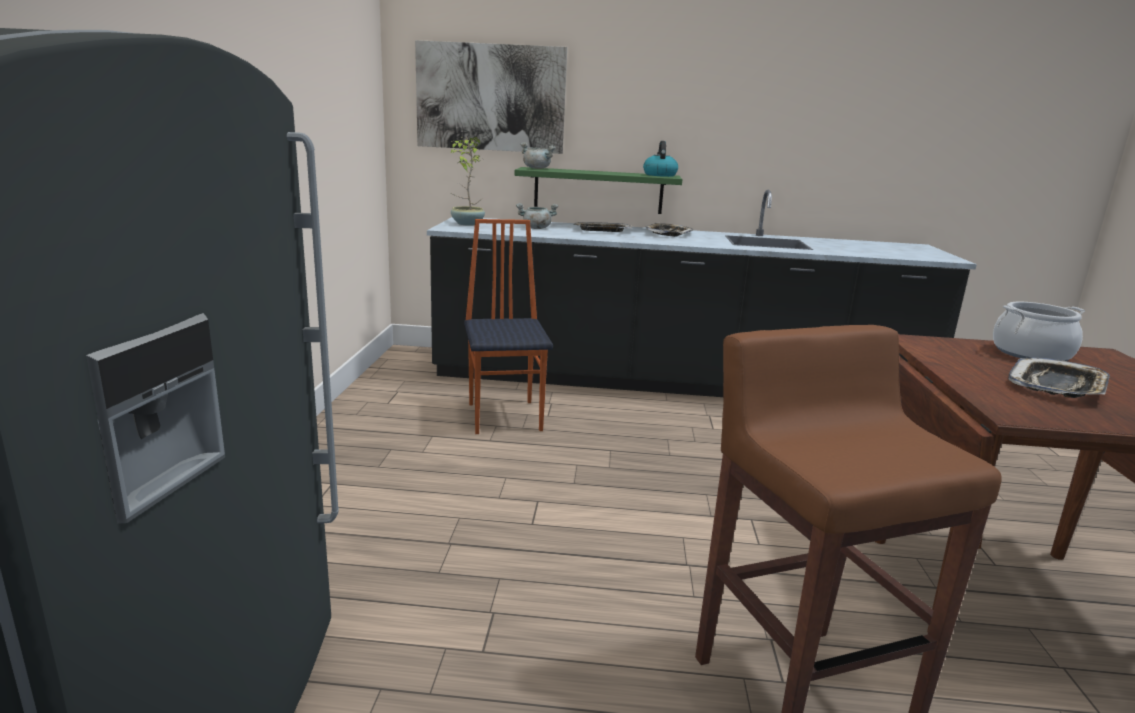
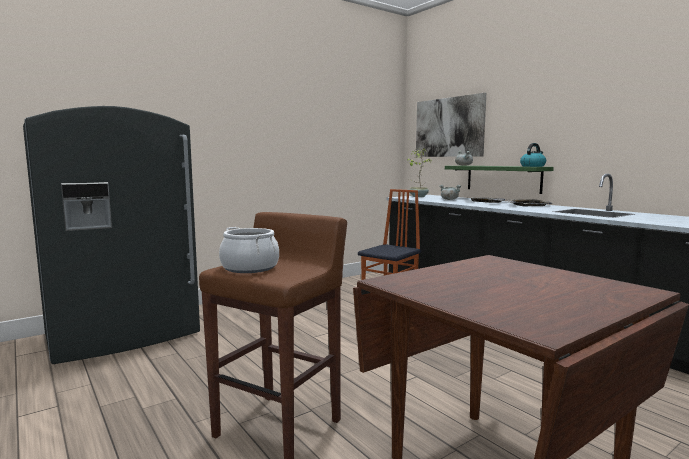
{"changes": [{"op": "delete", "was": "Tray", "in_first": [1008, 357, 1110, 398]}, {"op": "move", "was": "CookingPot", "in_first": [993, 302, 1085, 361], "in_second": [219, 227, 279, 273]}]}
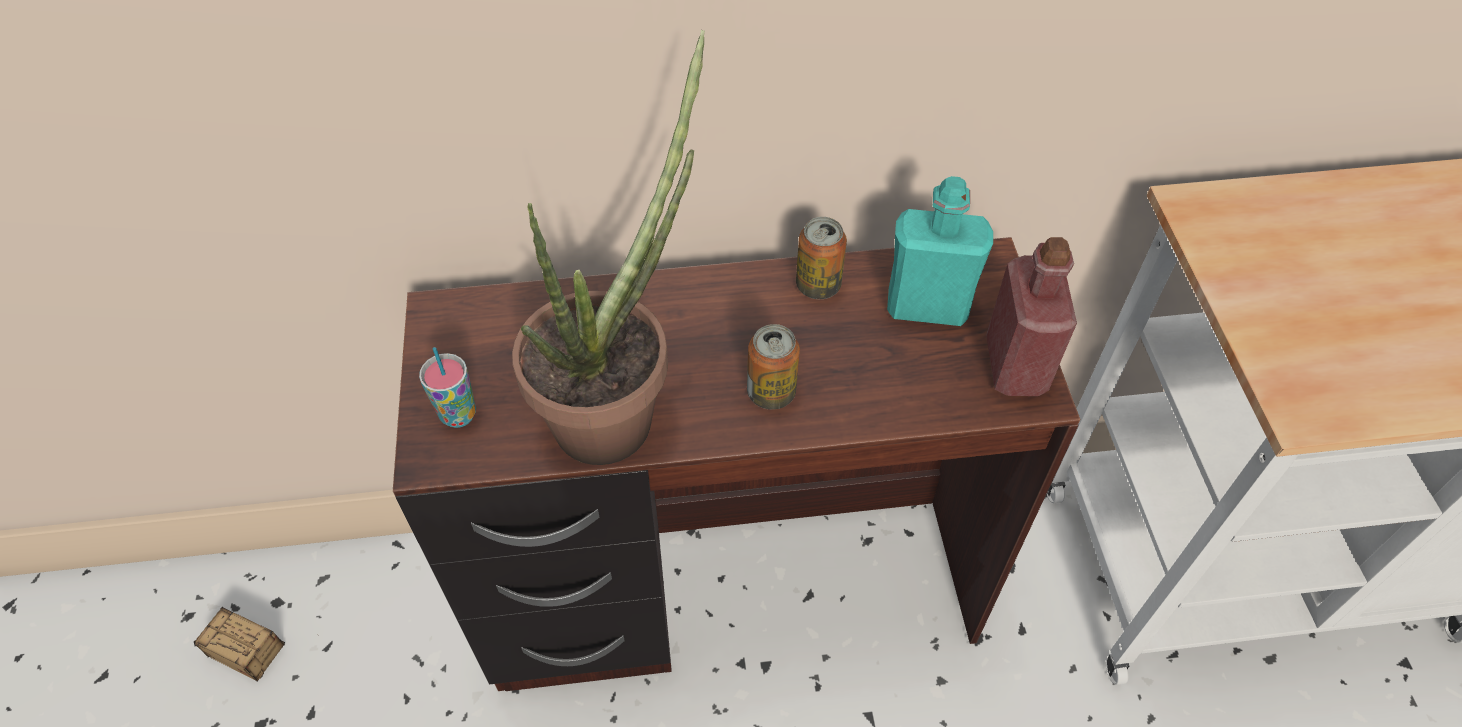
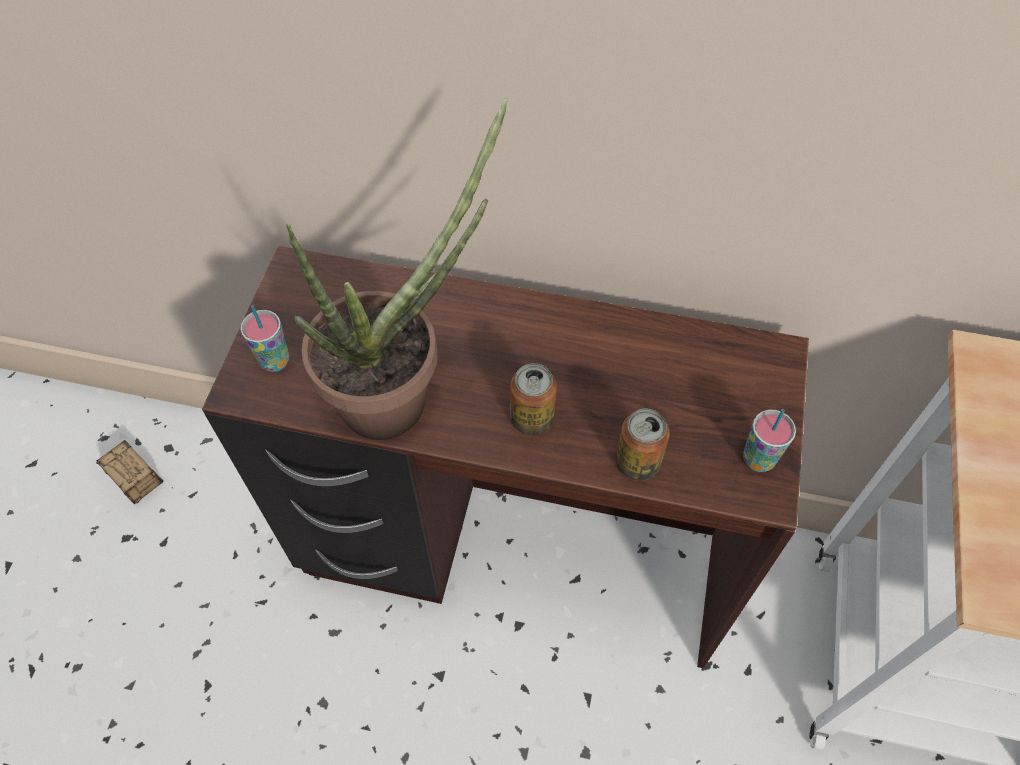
{"changes": [{"op": "delete", "was": "TurquoiseBottle", "in_first": [887, 176, 993, 326]}, {"op": "move", "was": "Can", "in_first": [796, 217, 847, 299], "in_second": [616, 408, 670, 481]}, {"op": "replace", "was": "RedBottle", "now": "Cup", "in_first": [986, 237, 1077, 396], "in_second": [743, 409, 796, 472]}]}
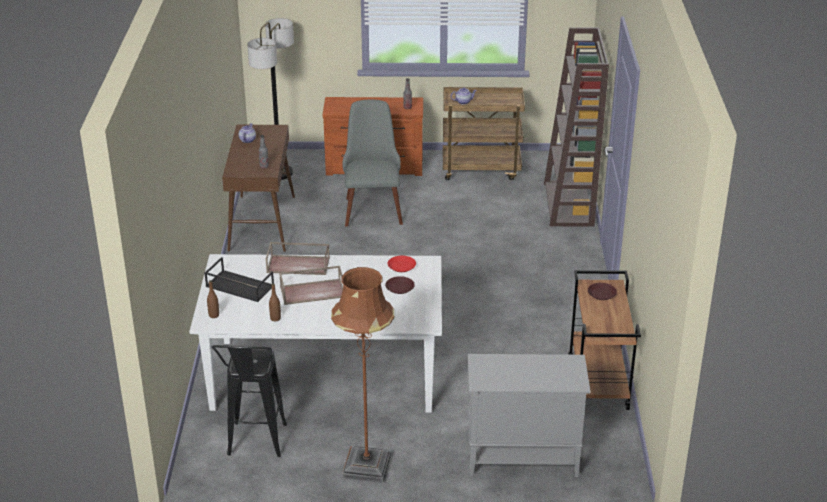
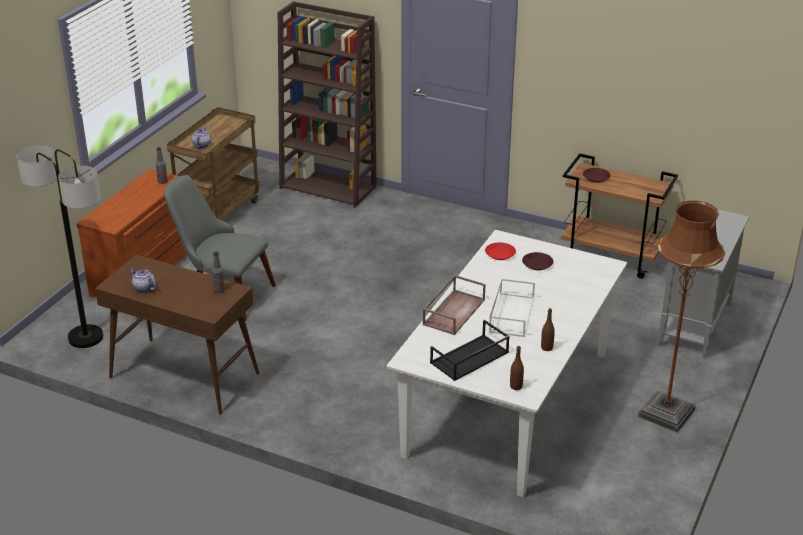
{"changes": [{"op": "delete", "was": "BlackStool", "in_first": [212, 345, 287, 457]}, {"op": "recolor", "was": "BrownTray", "now": "WhiteTray", "in_first": [279, 266, 343, 305], "in_second": [489, 278, 535, 337]}]}
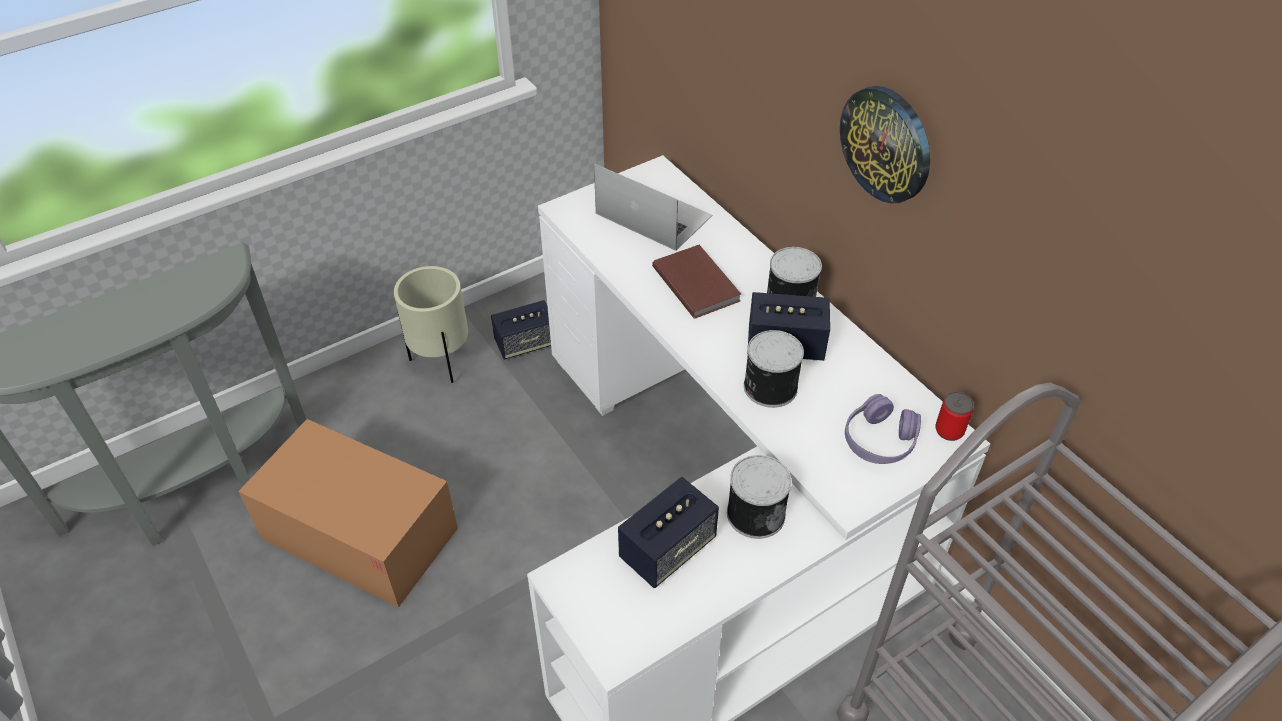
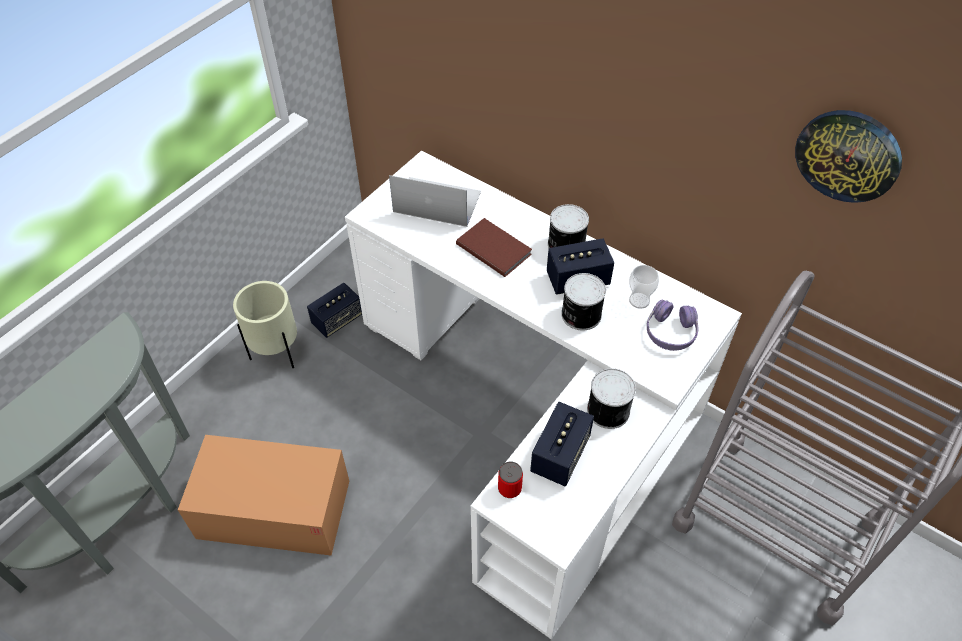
{"changes": [{"op": "insert", "now": "Cup", "in_second": [629, 265, 659, 309]}, {"op": "move", "was": "WallClock", "in_first": [840, 86, 930, 204], "in_second": [795, 110, 902, 203]}, {"op": "move", "was": "Can", "in_first": [935, 392, 974, 441], "in_second": [498, 462, 523, 498]}]}
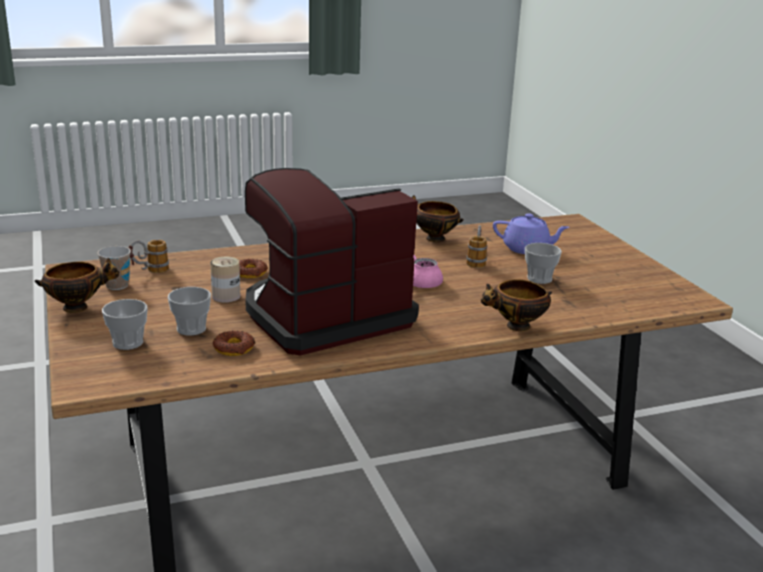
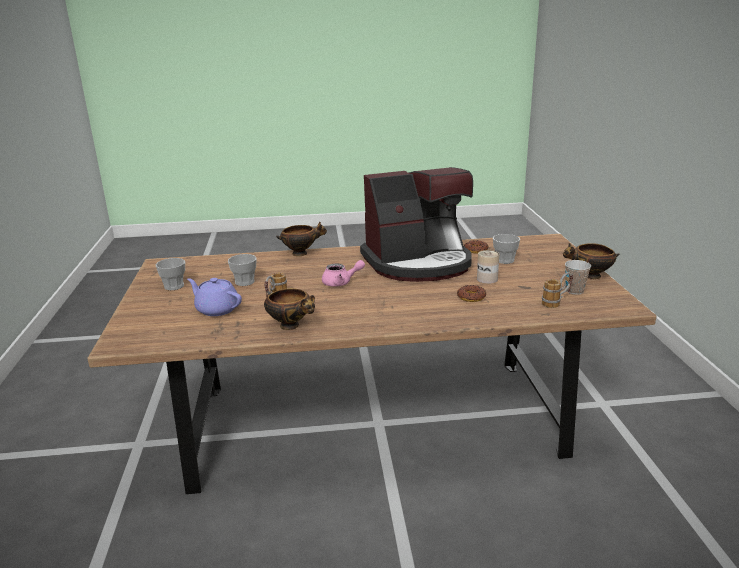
{"changes": [{"op": "move", "was": "Cup", "in_first": [102, 299, 148, 350], "in_second": [156, 258, 185, 290]}]}
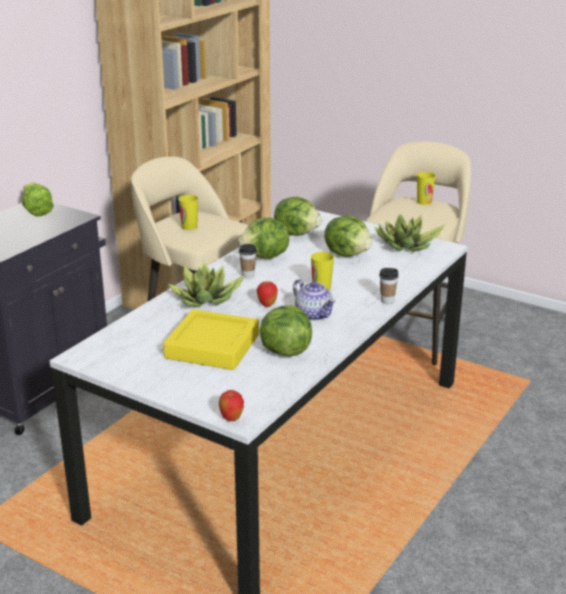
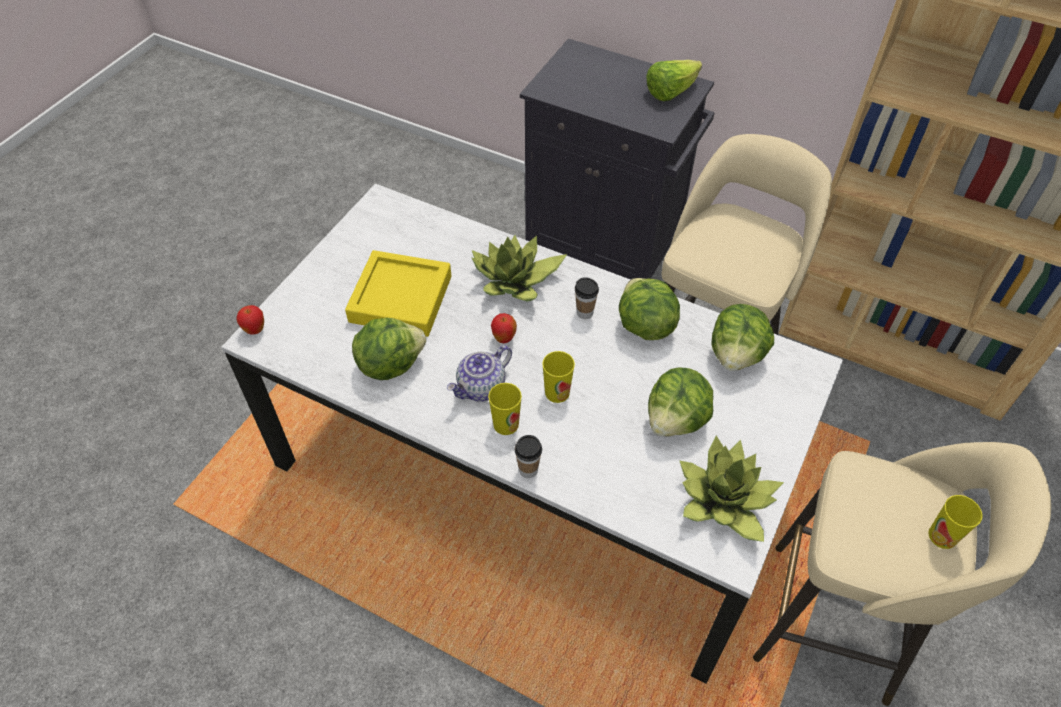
{"changes": [{"op": "move", "was": "Cup", "in_first": [178, 195, 198, 230], "in_second": [488, 383, 522, 435]}]}
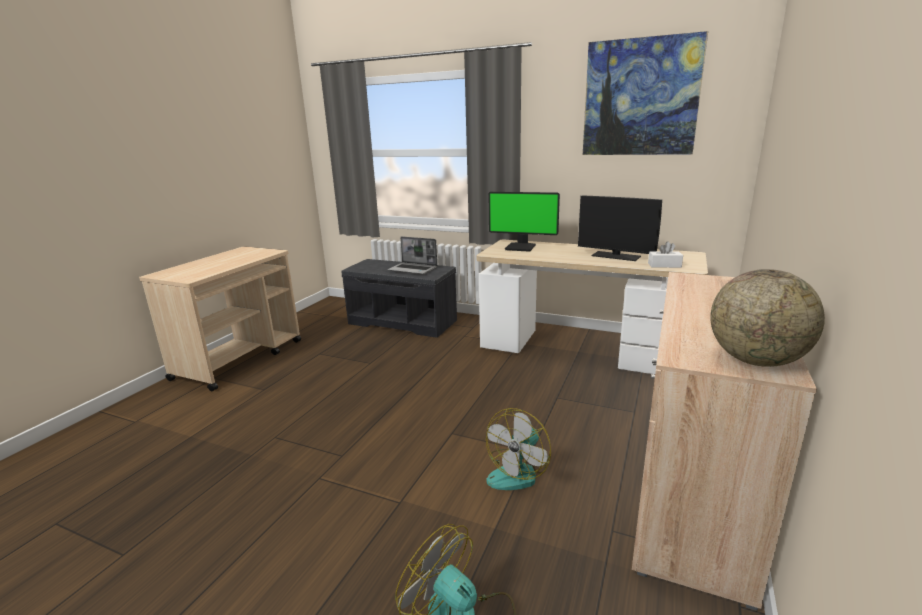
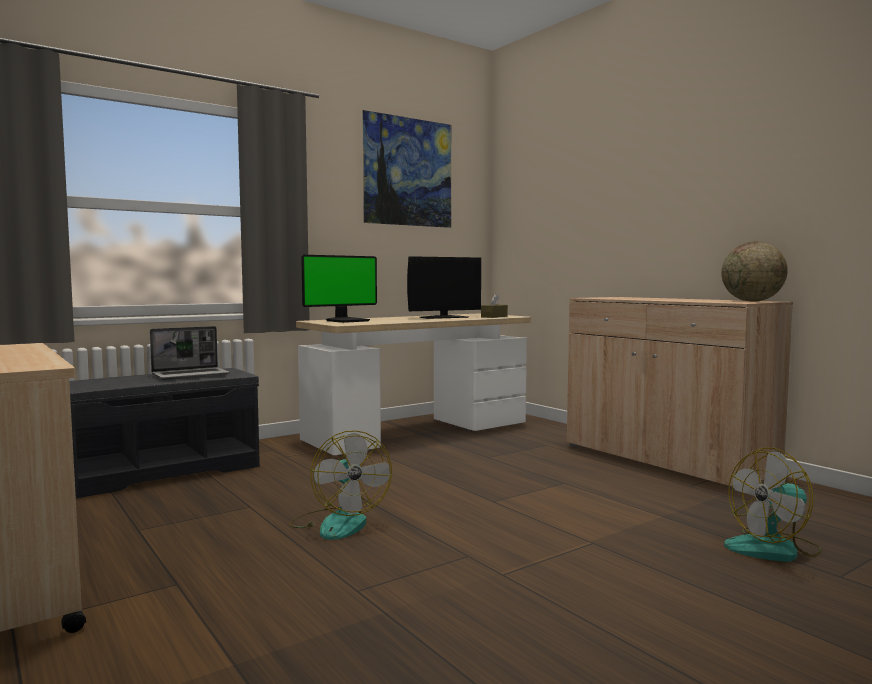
{"changes": [{"op": "move", "was": "Fan", "in_first": [486, 408, 551, 490], "in_second": [289, 430, 392, 540]}, {"op": "recolor", "was": "WhiteTissueBox", "now": "BrownTissueBox", "in_first": [648, 241, 683, 268], "in_second": [481, 294, 508, 318]}]}
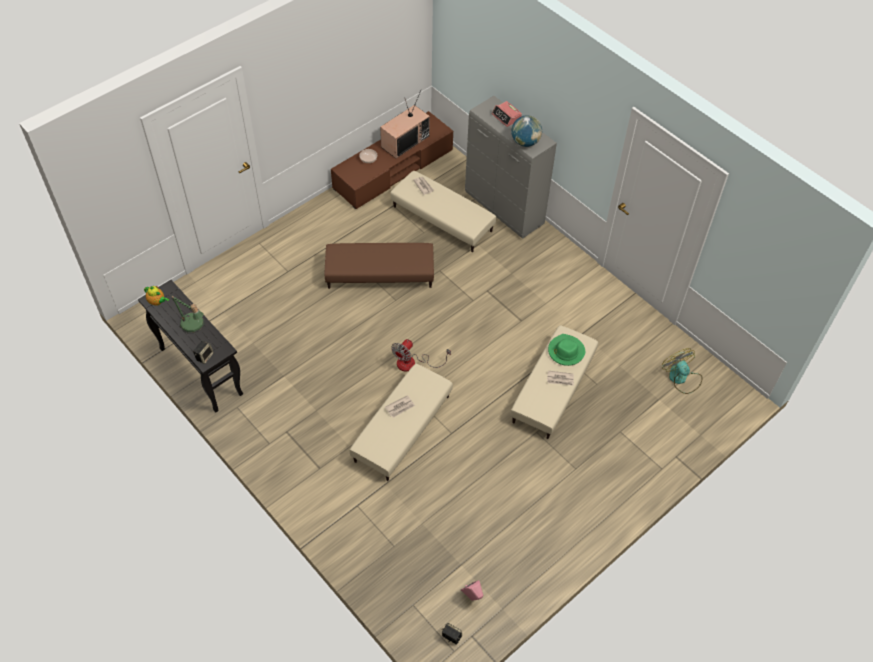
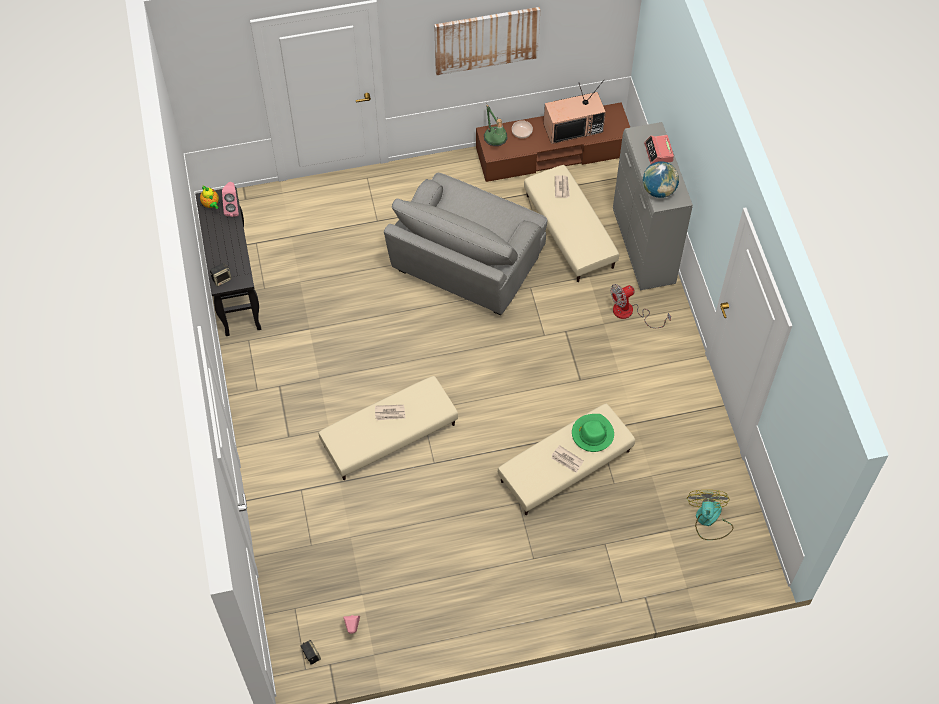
{"changes": [{"op": "insert", "now": "PinkSpeaker", "in_second": [222, 182, 239, 217]}, {"op": "insert", "now": "Picture", "in_second": [434, 7, 540, 75]}, {"op": "move", "was": "TableLamp", "in_first": [171, 295, 205, 333], "in_second": [484, 104, 508, 146]}, {"op": "move", "was": "Fan", "in_first": [391, 339, 451, 372], "in_second": [610, 284, 671, 328]}, {"op": "replace", "was": "BrownOttoman", "now": "GreyArmchair", "in_first": [324, 243, 434, 289], "in_second": [384, 173, 547, 315]}]}
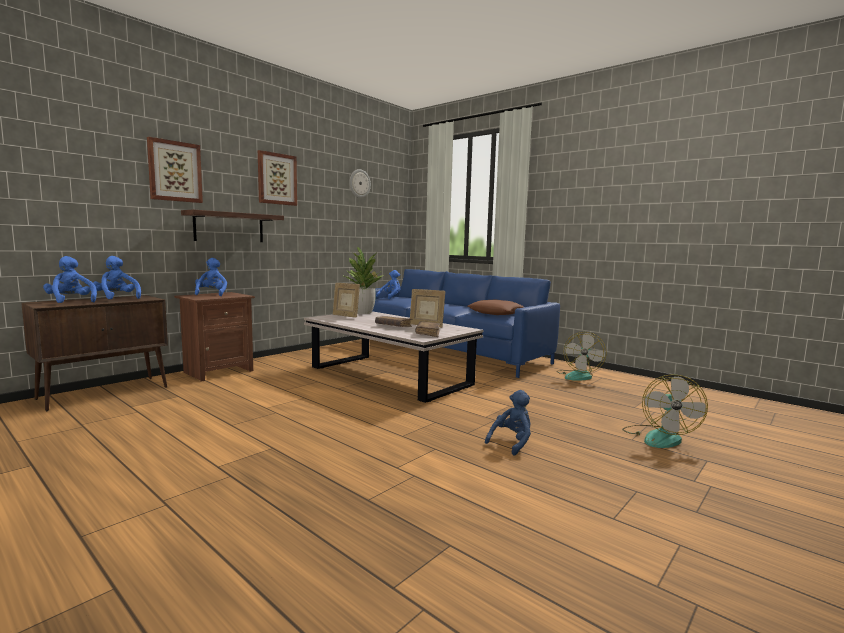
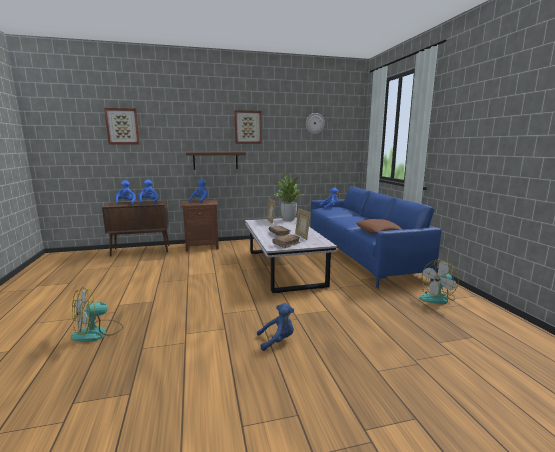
{"changes": [{"op": "move", "was": "Picture", "in_first": [147, 137, 203, 203], "in_second": [104, 108, 140, 144]}, {"op": "move", "was": "Fan", "in_first": [622, 374, 708, 448], "in_second": [71, 287, 123, 342]}]}
